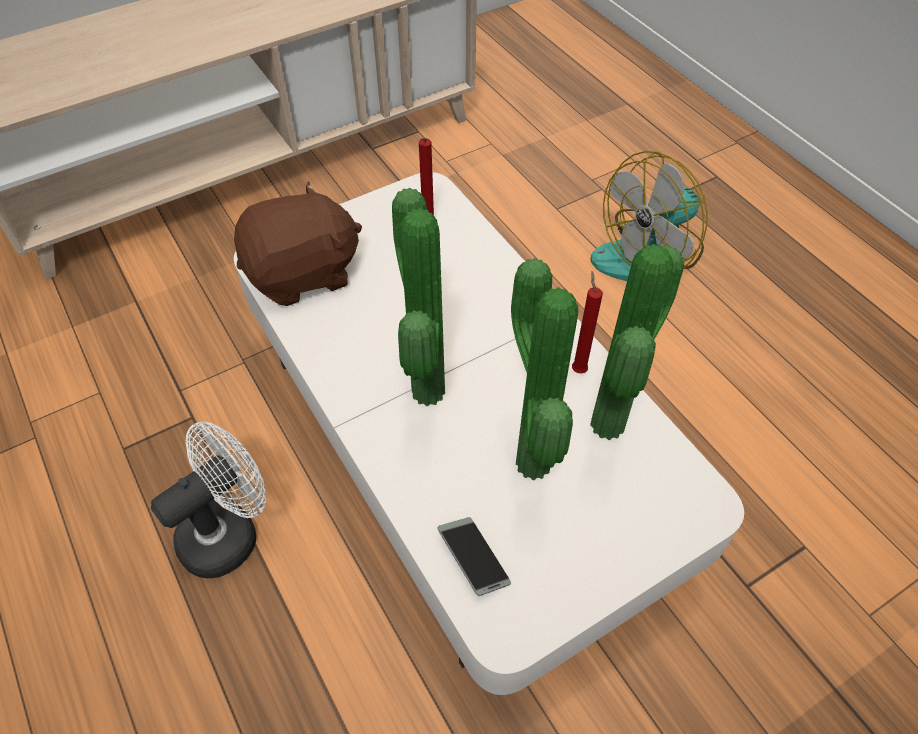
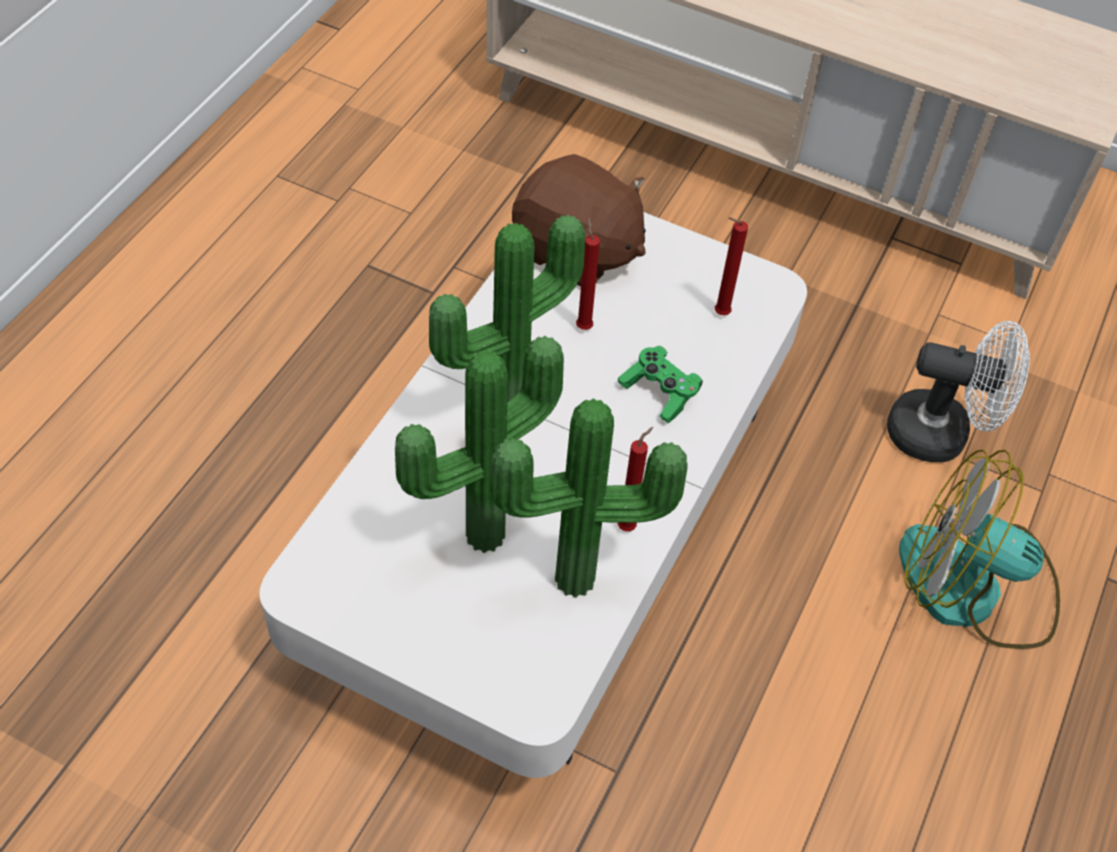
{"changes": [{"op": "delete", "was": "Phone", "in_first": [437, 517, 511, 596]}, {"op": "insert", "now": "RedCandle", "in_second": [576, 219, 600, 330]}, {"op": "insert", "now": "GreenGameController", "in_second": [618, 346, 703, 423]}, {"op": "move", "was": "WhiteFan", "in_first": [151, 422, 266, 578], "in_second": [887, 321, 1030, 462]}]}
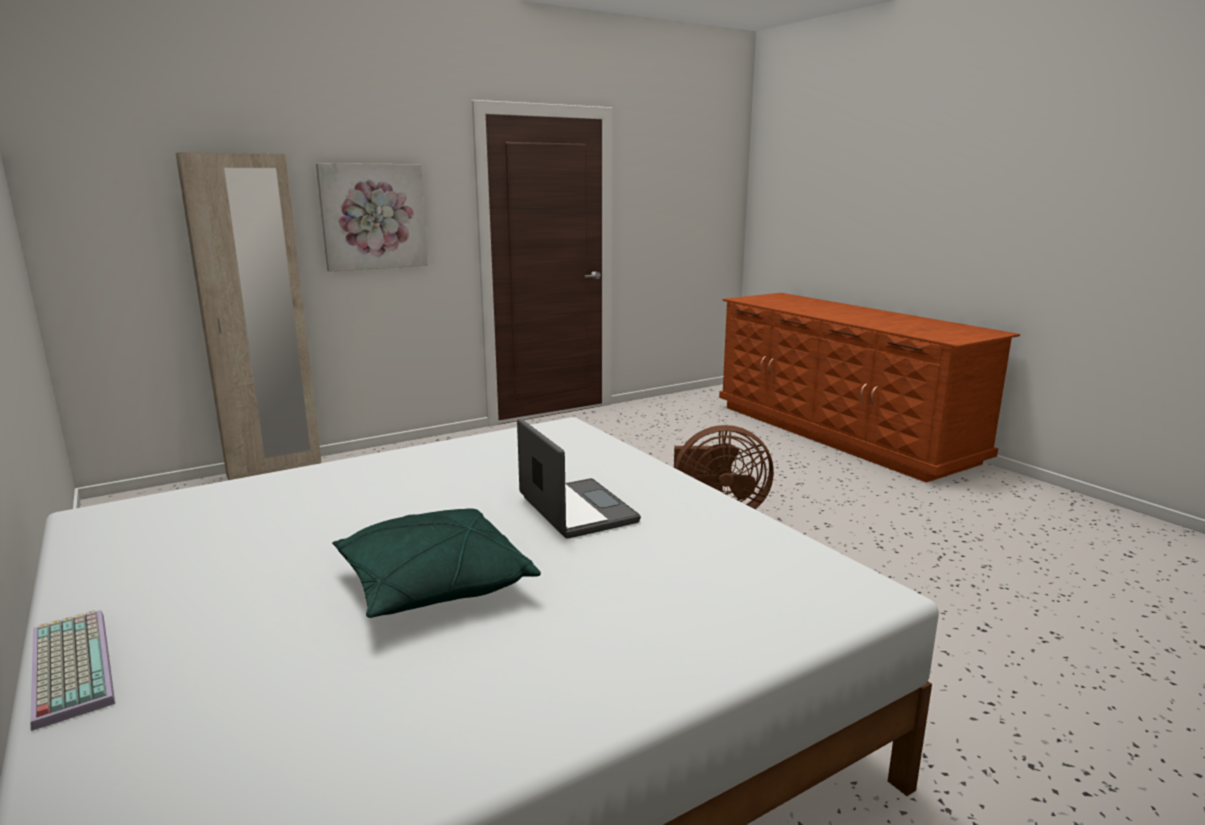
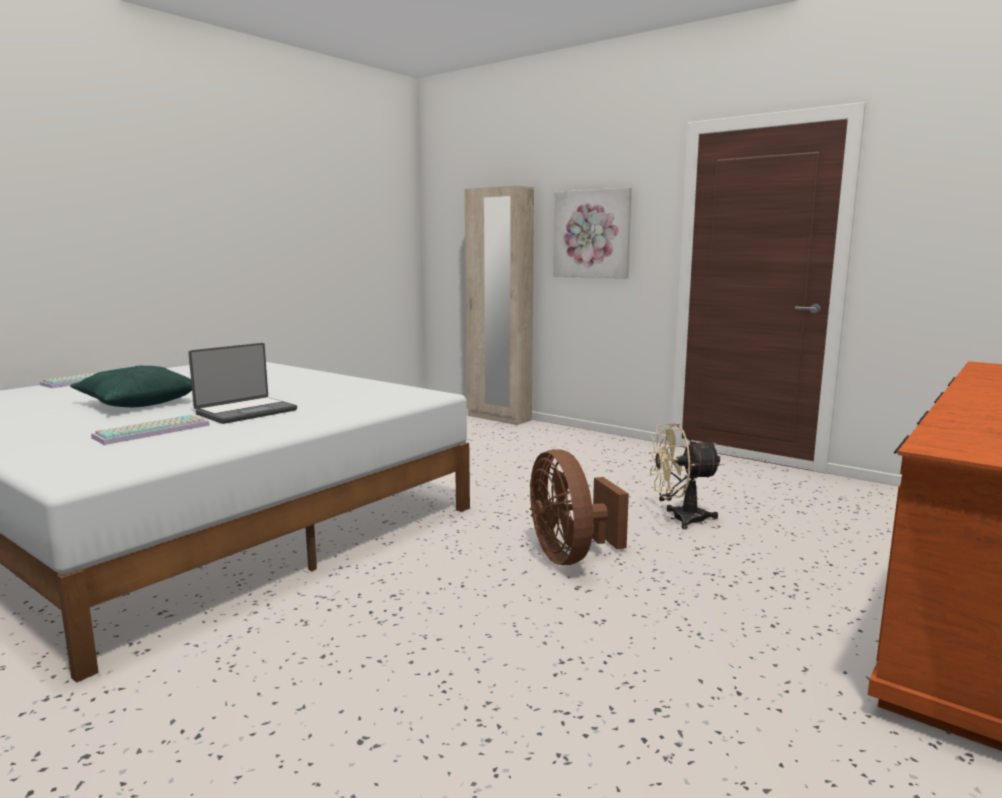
{"changes": [{"op": "insert", "now": "Keyboard", "in_second": [91, 414, 210, 445]}, {"op": "insert", "now": "BeigeFan", "in_second": [649, 423, 722, 529]}]}
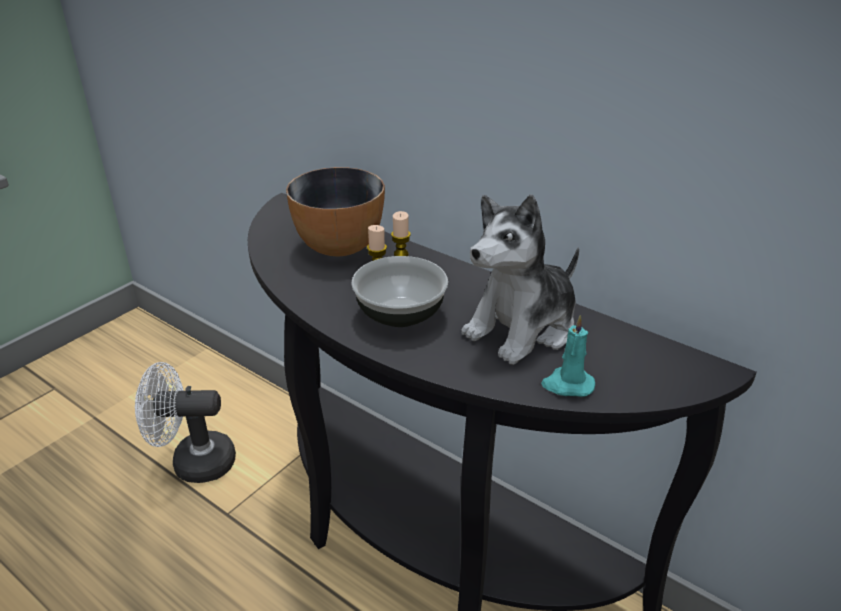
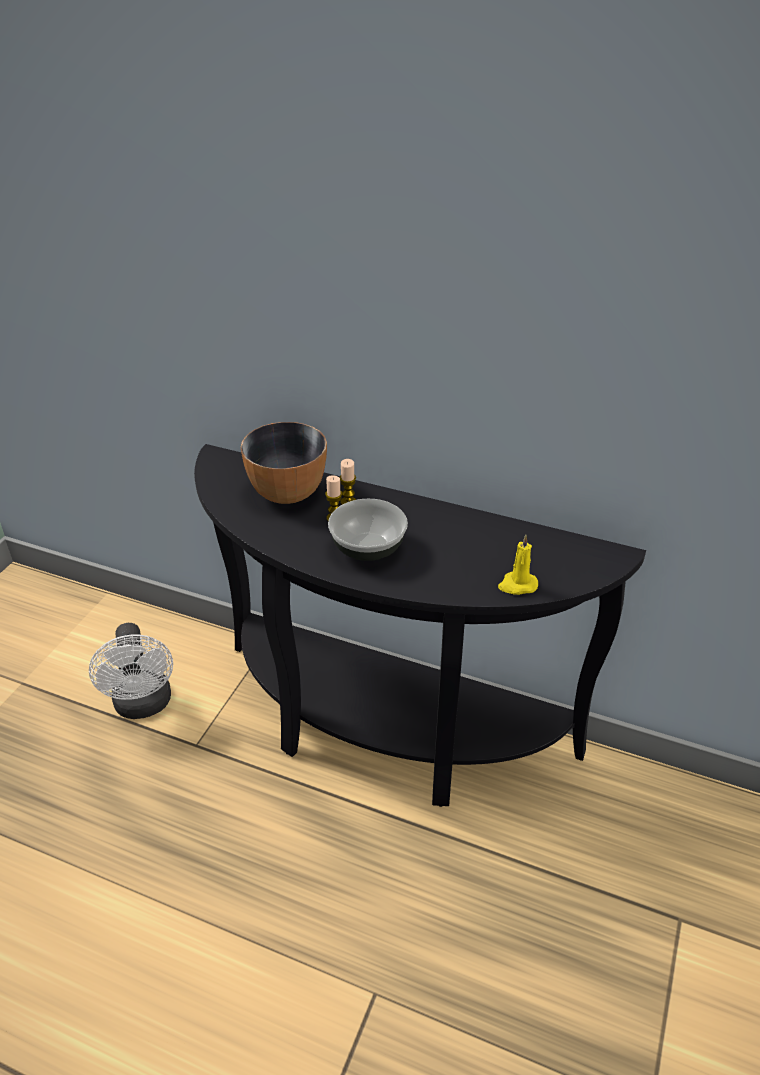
{"changes": [{"op": "delete", "was": "PlushToy", "in_first": [461, 194, 579, 365]}, {"op": "recolor", "was": "TurquoiseCandle", "now": "YellowCandle", "in_first": [541, 315, 595, 397], "in_second": [498, 535, 538, 595]}, {"op": "rotate", "was": "WhiteFan", "in_first": [135, 362, 236, 483], "in_second": [89, 623, 173, 719], "clockwise": -90}]}
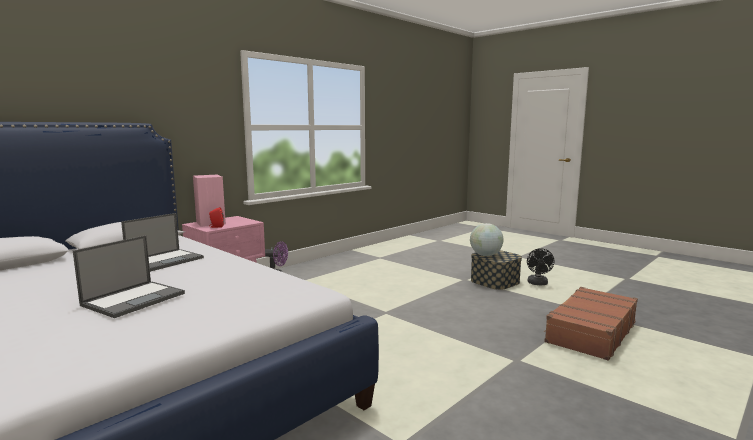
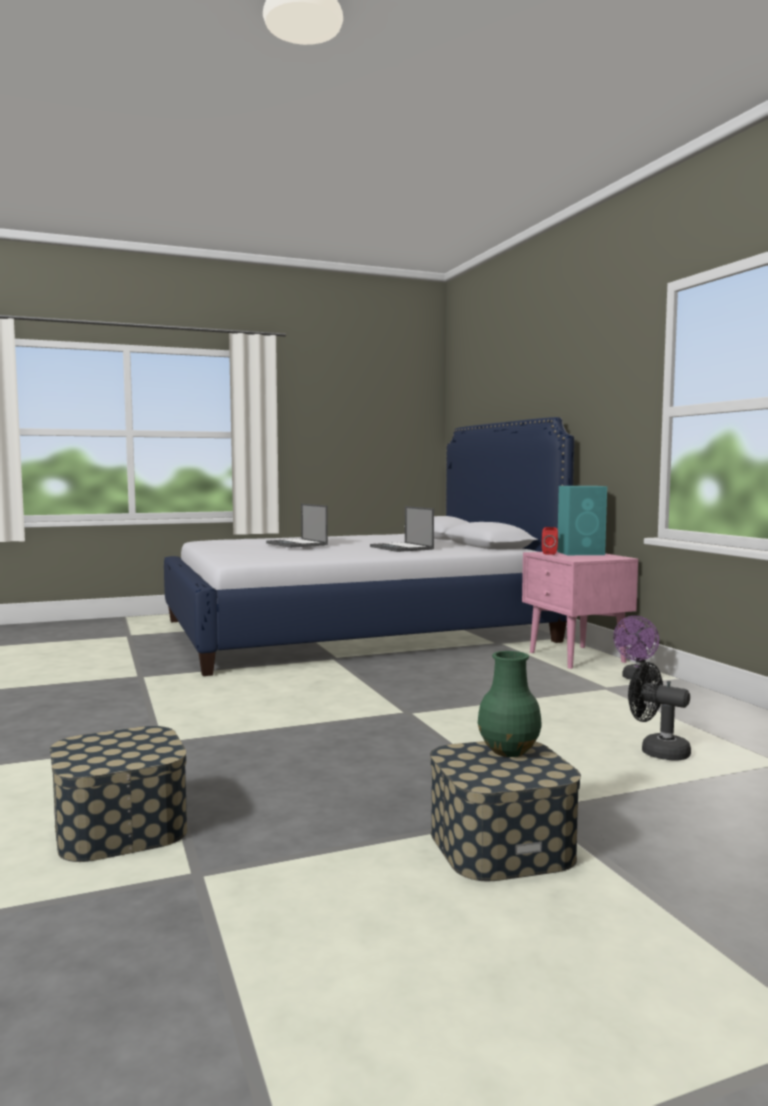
{"changes": [{"op": "move", "was": "BlackFan", "in_first": [527, 248, 555, 285], "in_second": [628, 662, 691, 761]}, {"op": "replace", "was": "Globe", "now": "GreenVase", "in_first": [470, 223, 504, 256], "in_second": [478, 651, 542, 757]}, {"op": "replace", "was": "BrownSuitcase", "now": "StorageBox", "in_first": [544, 287, 638, 361], "in_second": [50, 726, 188, 862]}, {"op": "recolor", "was": "PinkSpeaker", "now": "TurquoiseSpeaker", "in_first": [193, 175, 226, 227], "in_second": [557, 486, 607, 555]}]}
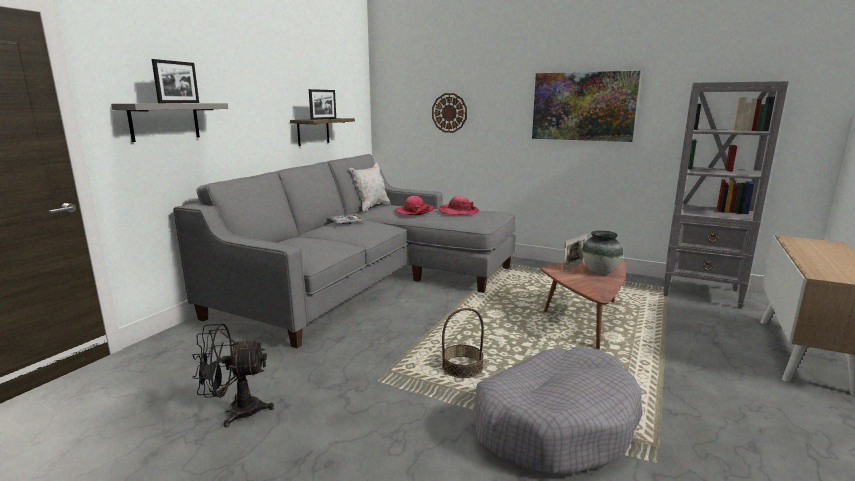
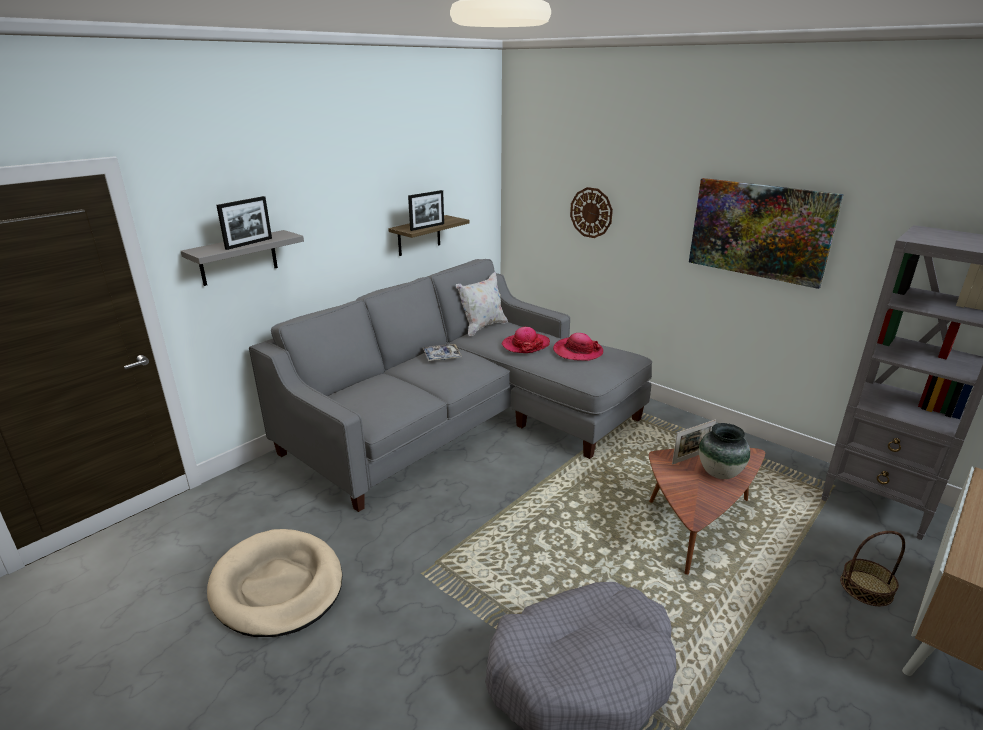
{"changes": [{"op": "move", "was": "Basket", "in_first": [442, 308, 484, 378], "in_second": [840, 531, 905, 606]}, {"op": "replace", "was": "BlackFan", "now": "BeigeDogBed", "in_first": [192, 324, 274, 428], "in_second": [207, 529, 342, 637]}]}
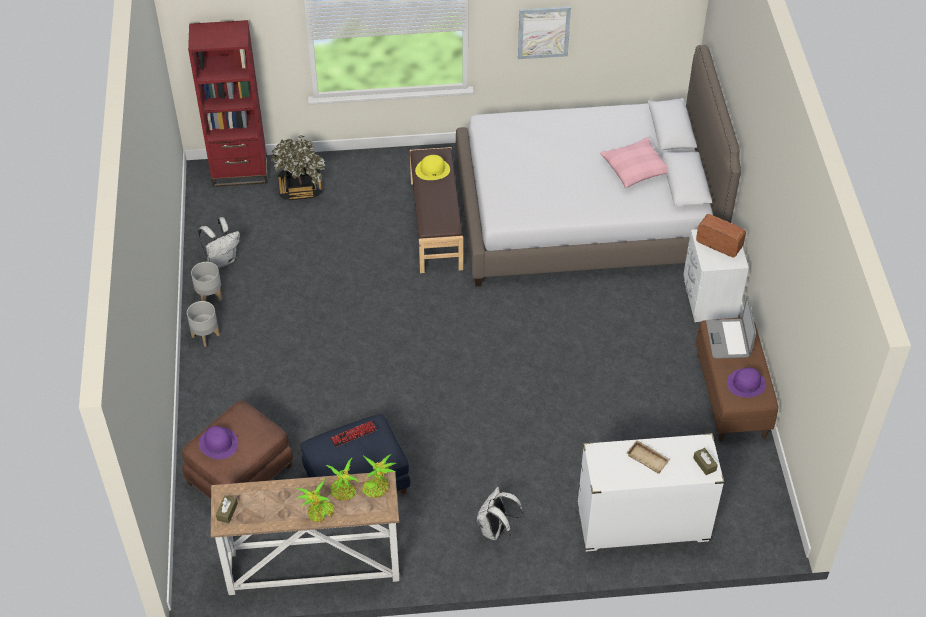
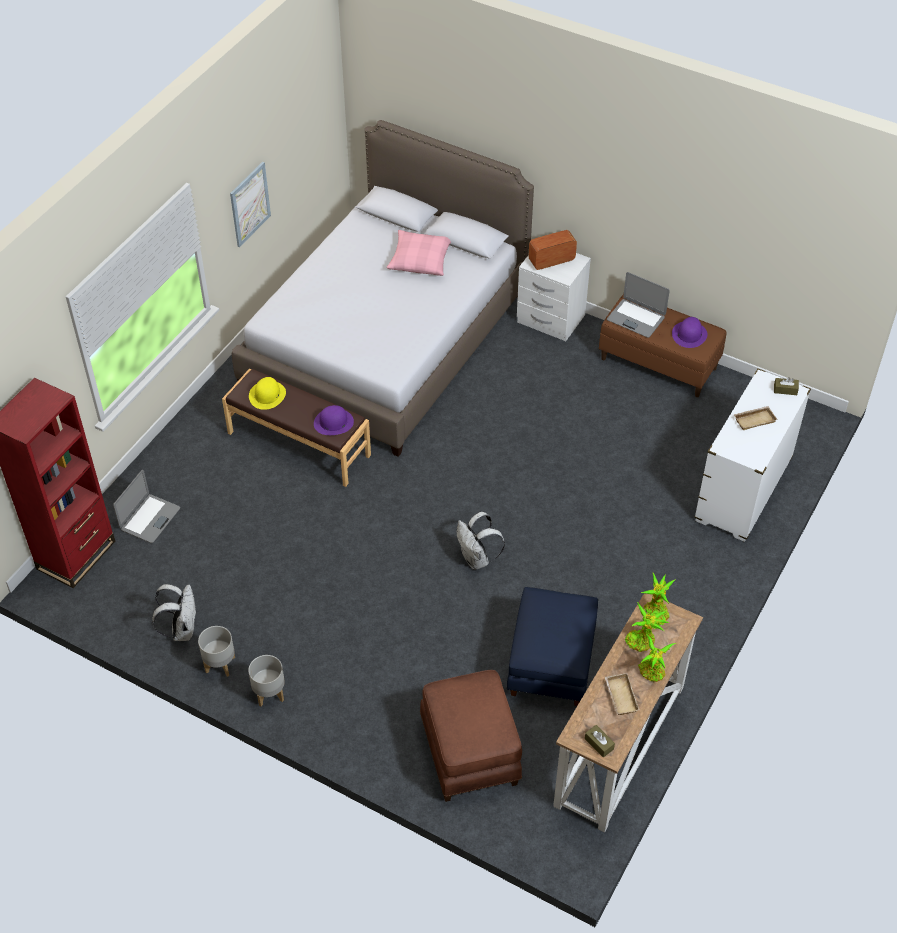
{"changes": [{"op": "delete", "was": "Keyboard", "in_first": [330, 421, 377, 447]}, {"op": "insert", "now": "BeigeTray", "in_second": [605, 673, 640, 715]}, {"op": "move", "was": "PurpleHat", "in_first": [199, 426, 238, 459], "in_second": [314, 405, 354, 435]}, {"op": "move", "was": "WhiteBackpack", "in_first": [477, 487, 523, 541], "in_second": [457, 512, 505, 570]}, {"op": "replace", "was": "PottedPlant", "now": "Laptop", "in_first": [271, 135, 326, 200], "in_second": [113, 470, 180, 543]}]}
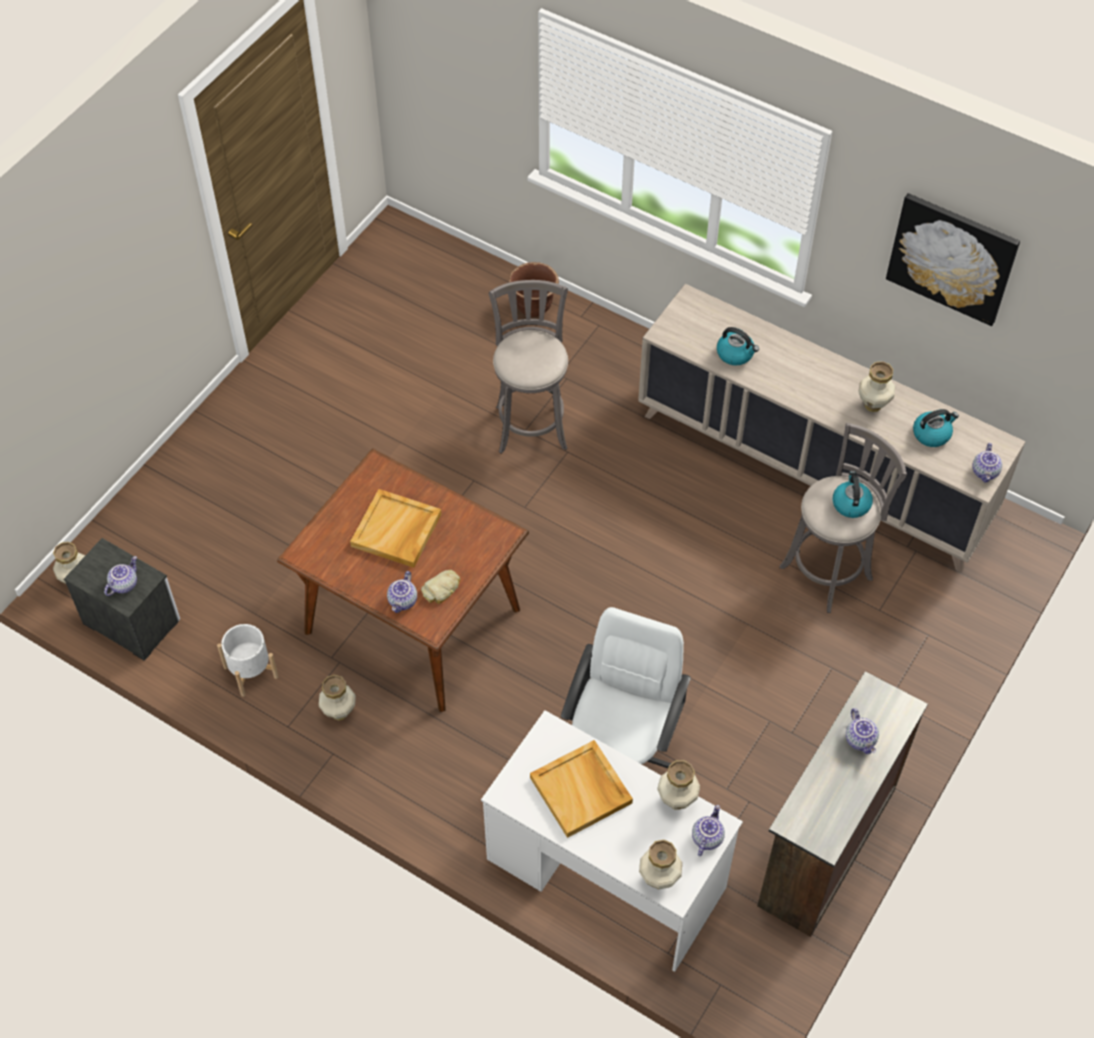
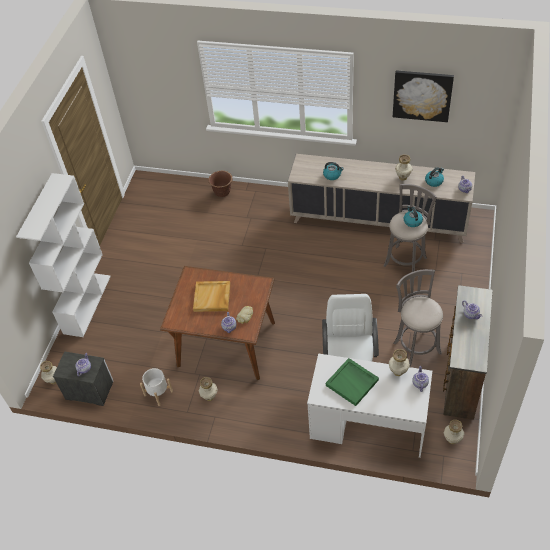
{"changes": [{"op": "insert", "now": "WhiteBookcase", "in_second": [16, 173, 111, 337]}, {"op": "move", "was": "GreyStool", "in_first": [489, 280, 568, 453], "in_second": [393, 269, 443, 367]}, {"op": "move", "was": "Vase", "in_first": [639, 840, 682, 889], "in_second": [444, 420, 464, 444]}, {"op": "recolor", "was": "BeigeTray", "now": "GreenTray", "in_first": [530, 740, 633, 838], "in_second": [326, 358, 379, 406]}]}
